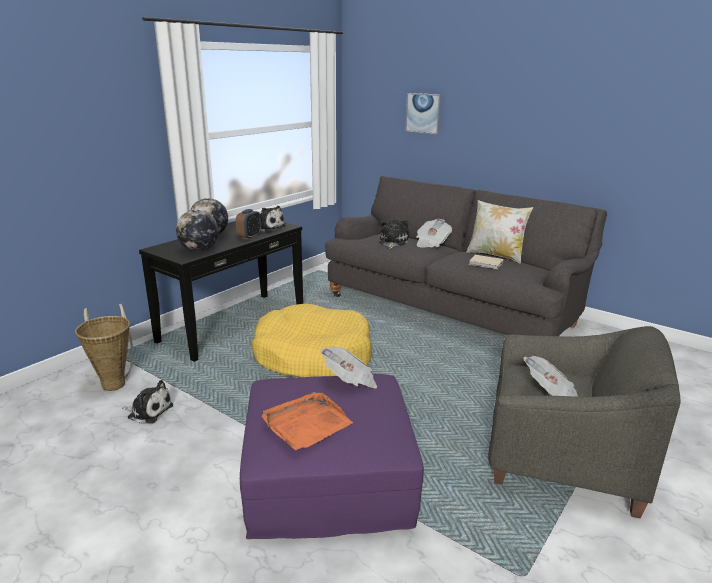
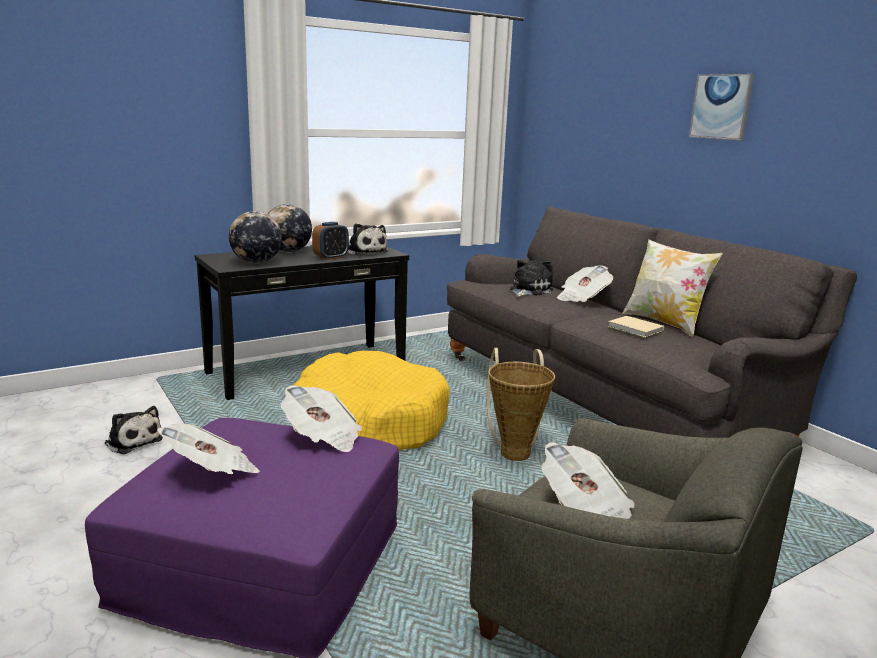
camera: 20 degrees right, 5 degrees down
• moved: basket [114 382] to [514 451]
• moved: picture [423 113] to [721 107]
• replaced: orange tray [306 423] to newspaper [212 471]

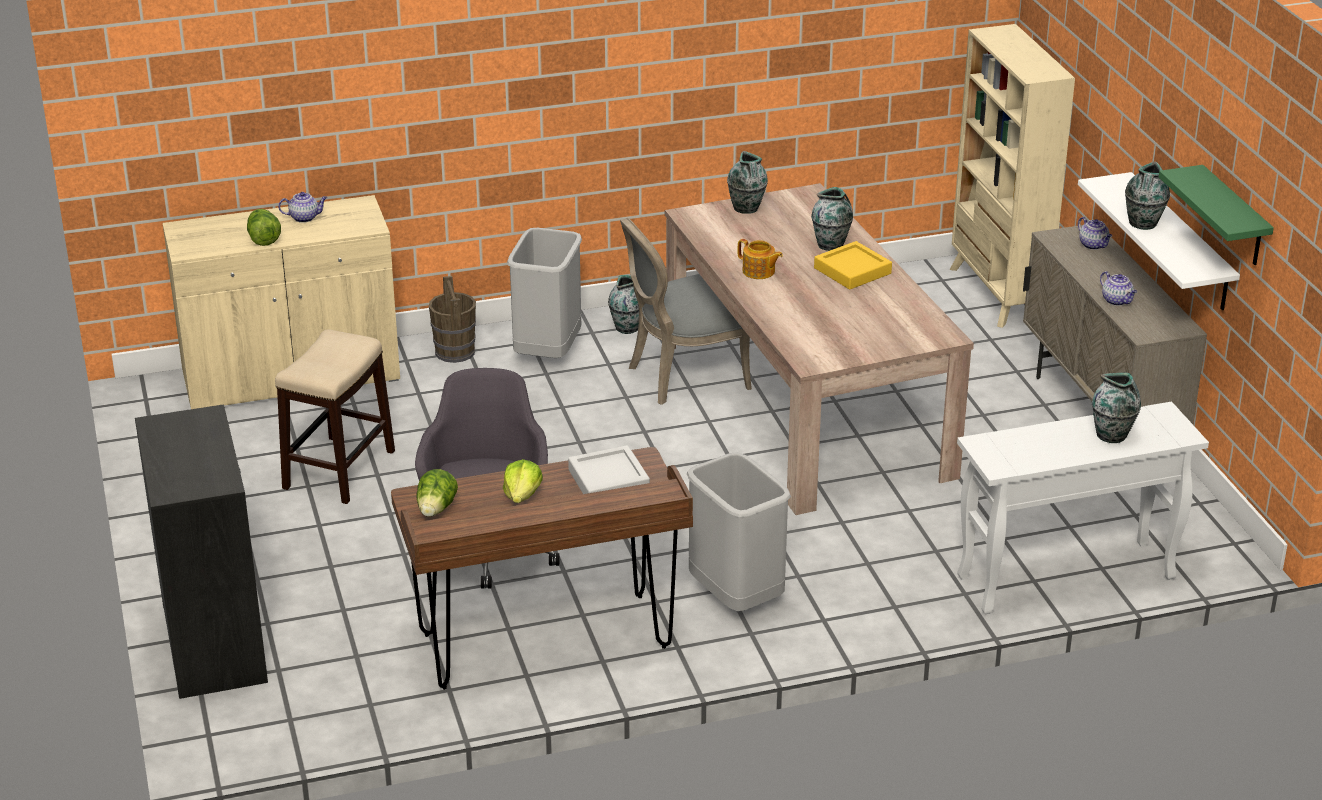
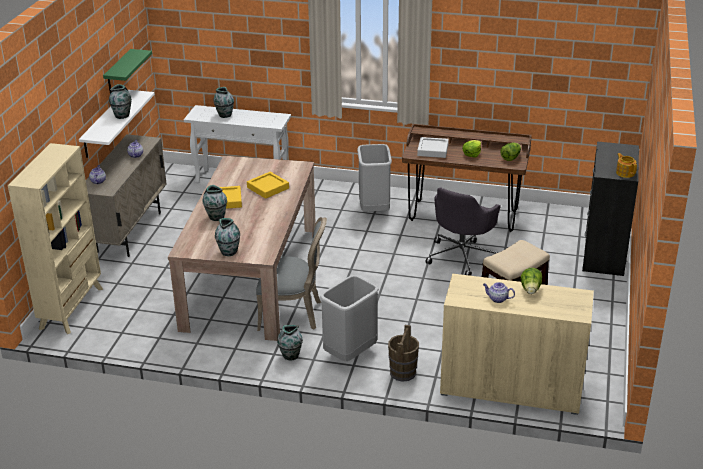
camera: 150 degrees left, 0 degrees up
• added: yellow tray [268 188]
• moved: teapot [759 272] to [625 173]

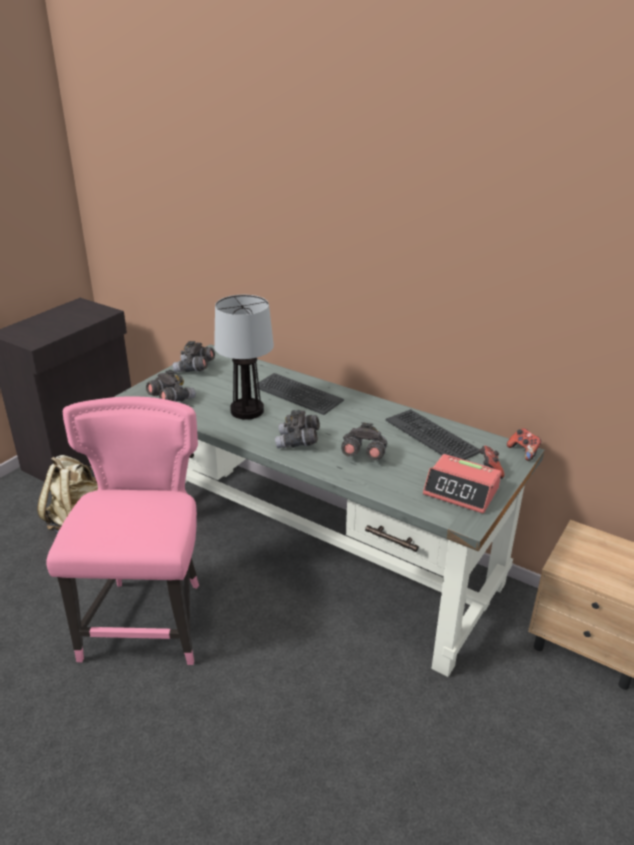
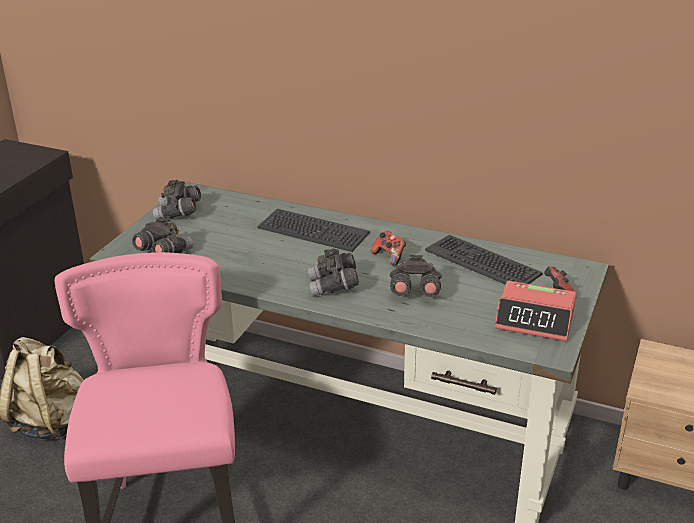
camera: 10 degrees left, 0 degrees up
• removed: table lamp [247 411]
• moved: game controller [523 452] to [389 257]

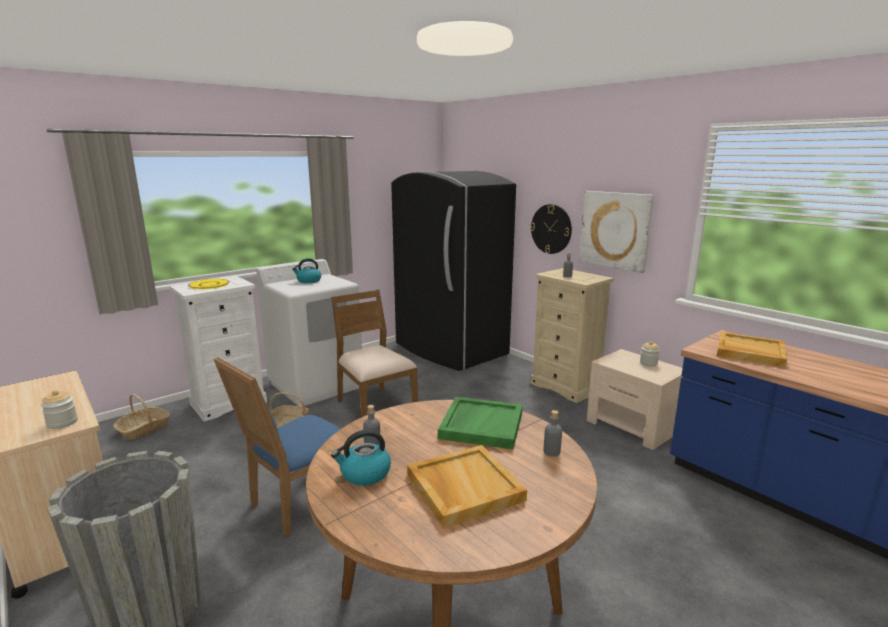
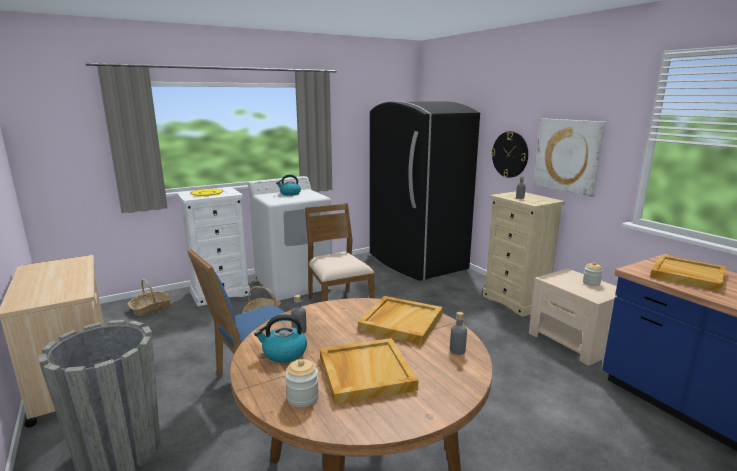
camera: 10 degrees right, 0 degrees up
• moved: jar [62 423] to [302 397]
• recoloured: green tray [481 425] to beige tray [400 322]

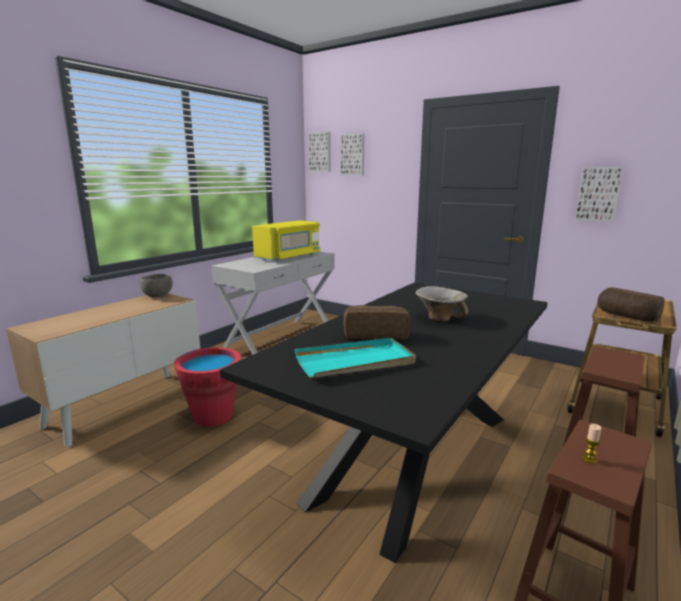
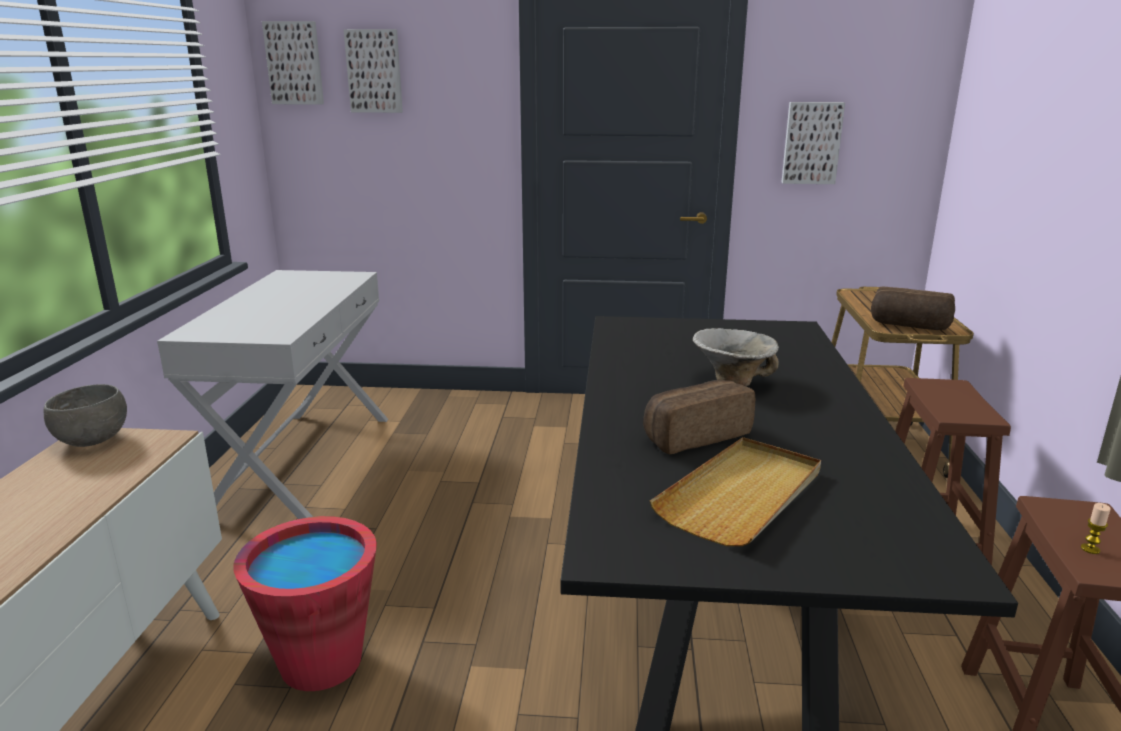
camera: 30 degrees left, 5 degrees up
• removed: yellow microwave [289 257]
• recoloured: turquoise tray [355 362] to beige tray [742 495]

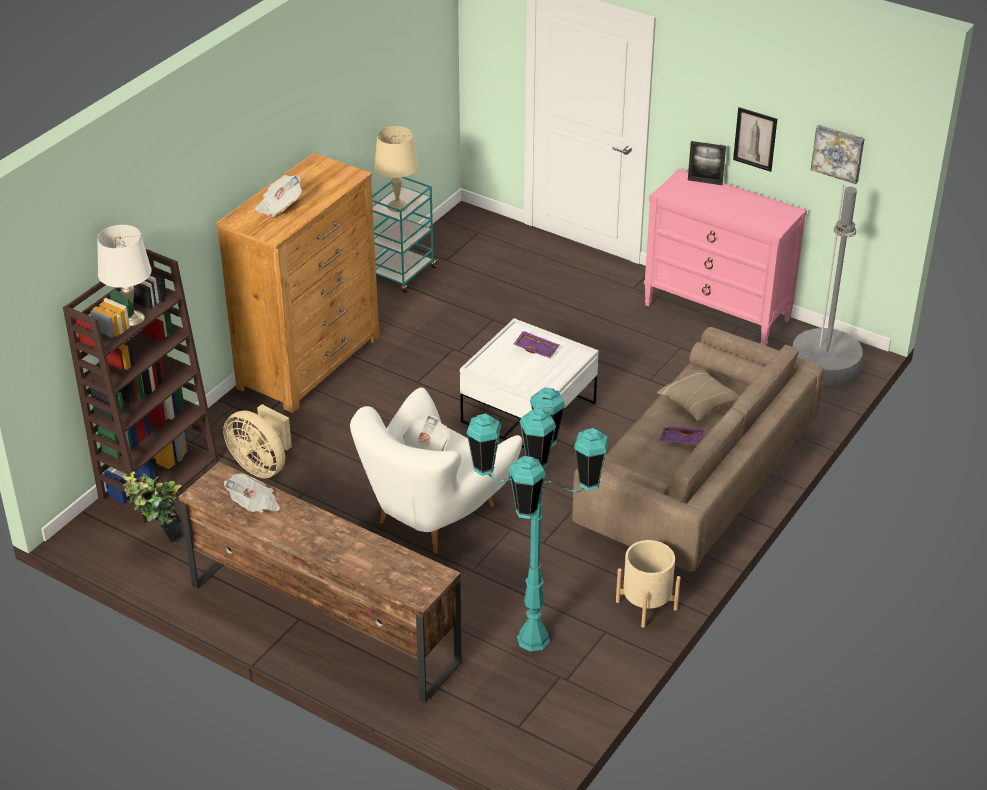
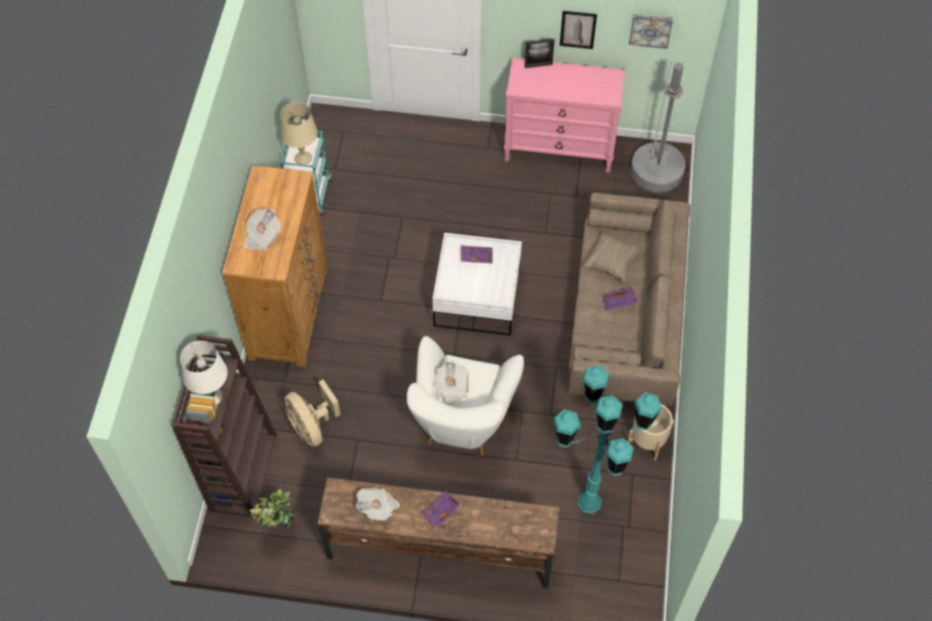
camera: 25 degrees left, 20 degrees up
• added: purple tray [440 511]
• turned: beige fan [261 466] = [312 427] 45 degrees clockwise

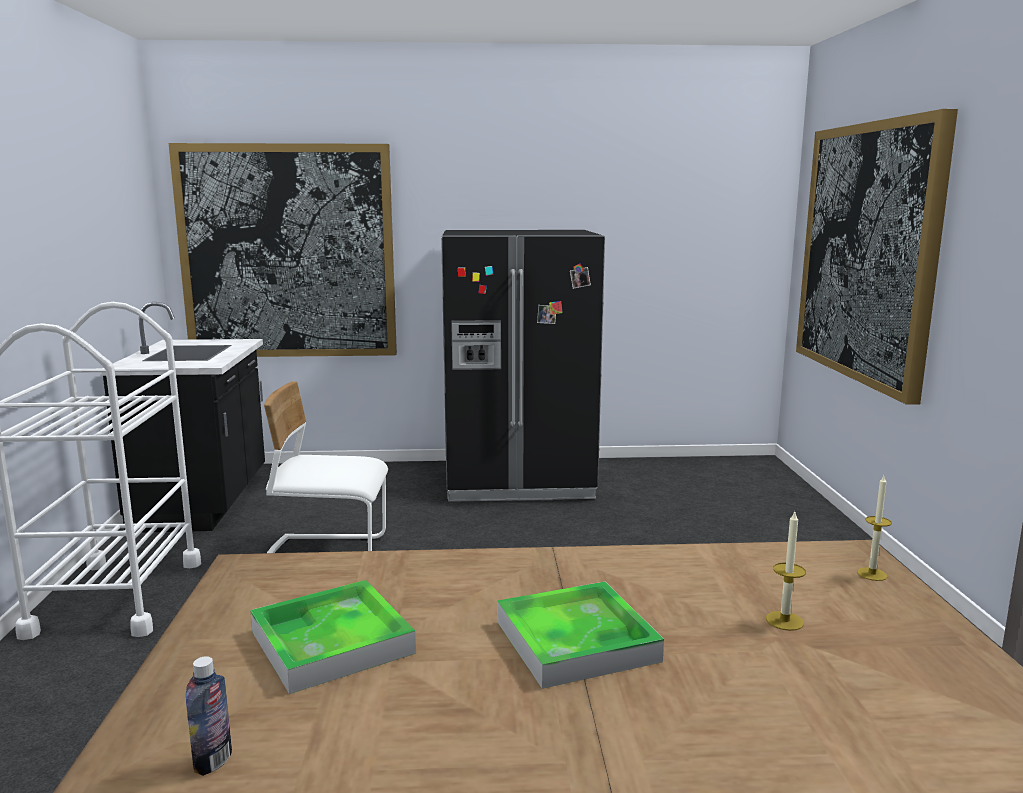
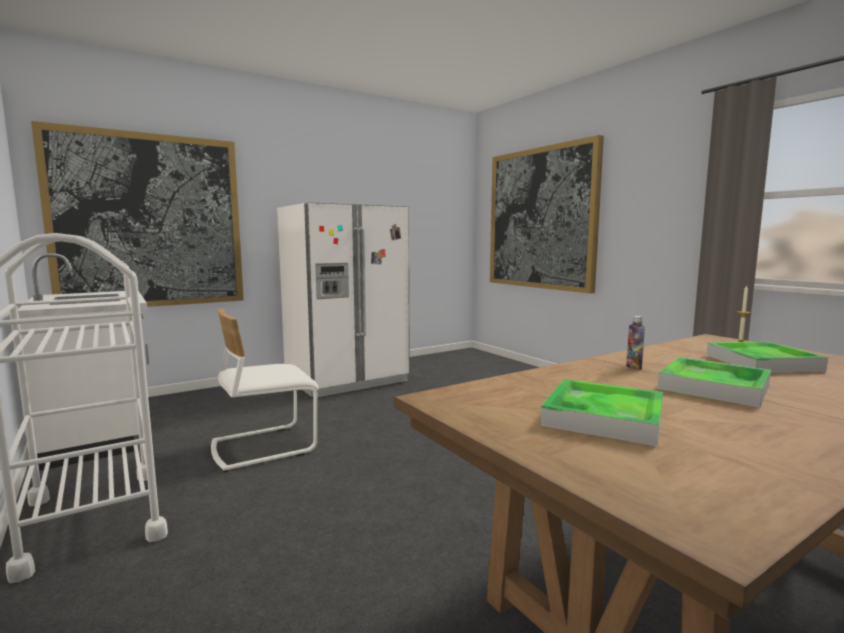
camera: 30 degrees left, 5 degrees down
• moved: bottle [213 761] to [633 367]
• replaced: candle [784 621] to tray [762 362]
• recoloured: black counter [204 503] to white counter [101 434]
• recoloured: black fridge [518 481] to white fridge [346 380]

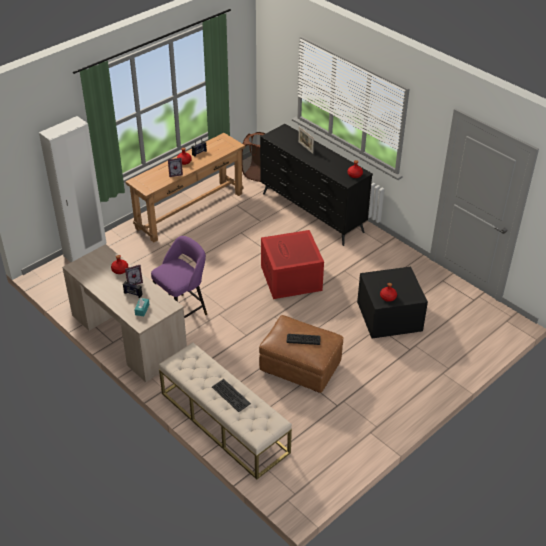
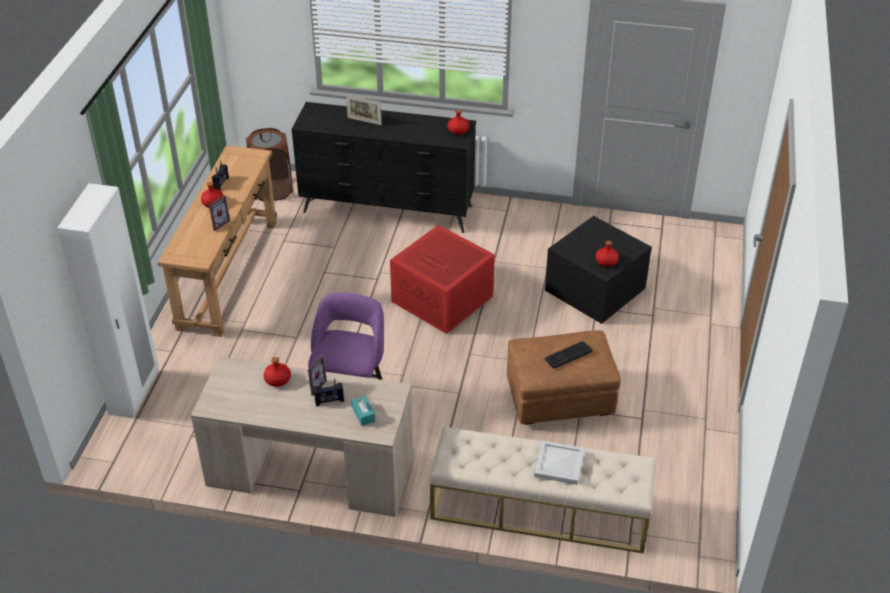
camera: 35 degrees left, 0 degrees up
• replaced: keyboard [230 395] to white tray [558 464]

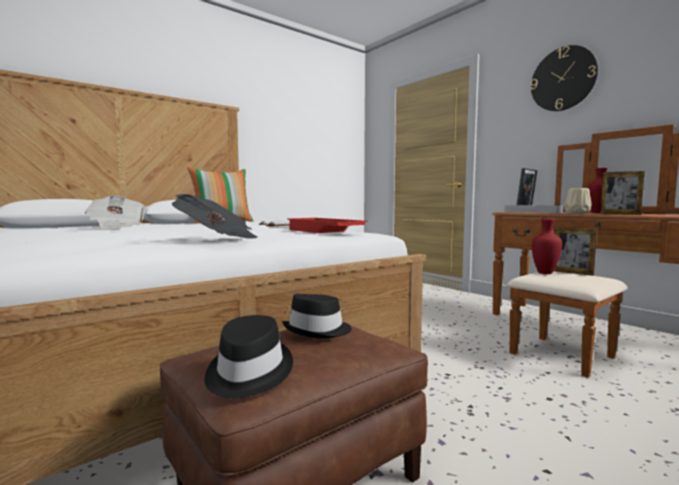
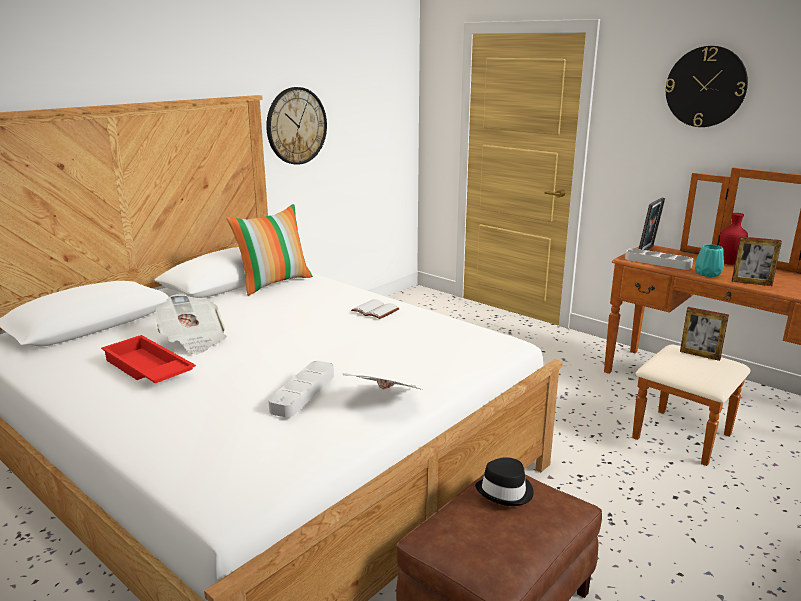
camera: 10 degrees left, 15 degrees up
• removed: black hat [247 372]
• removed: red vase [544 273]
• added: wall clock [296 126]
• added: grey tray [303 392]
• moved: red tray [323 231] to [146 369]
• recoloured: beige vase [576 213] to turquoise vase [707 274]

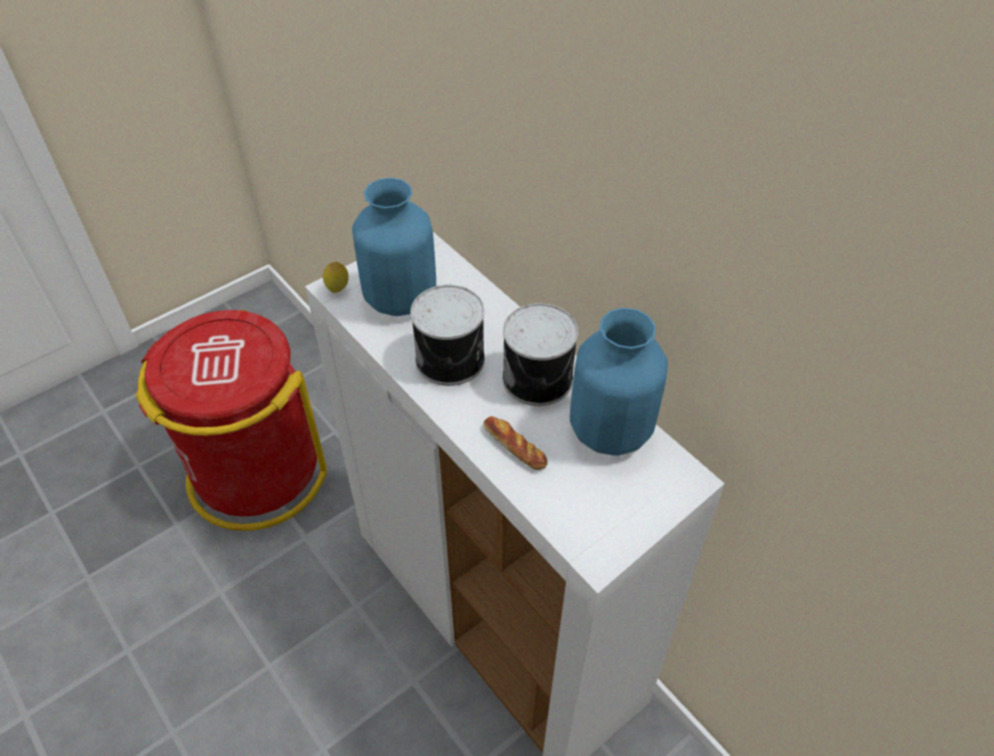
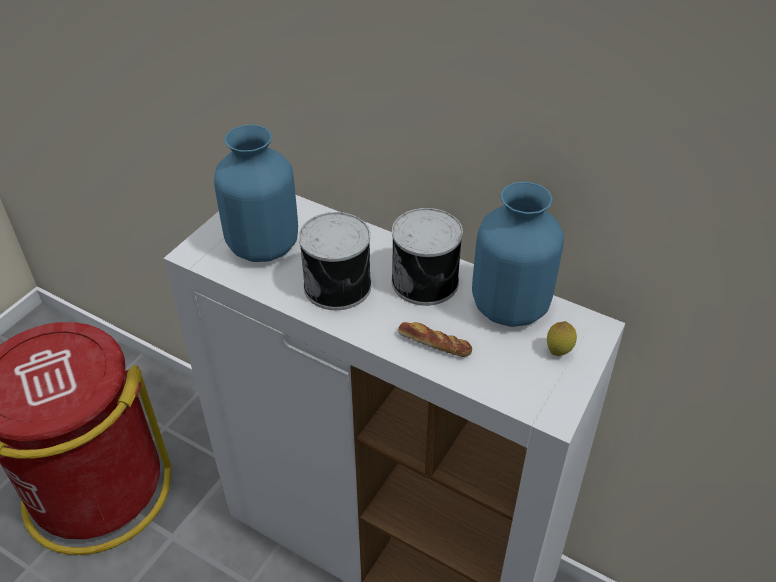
camera: 20 degrees left, 5 degrees down
• moved: lemon [338 290] to [558 352]

